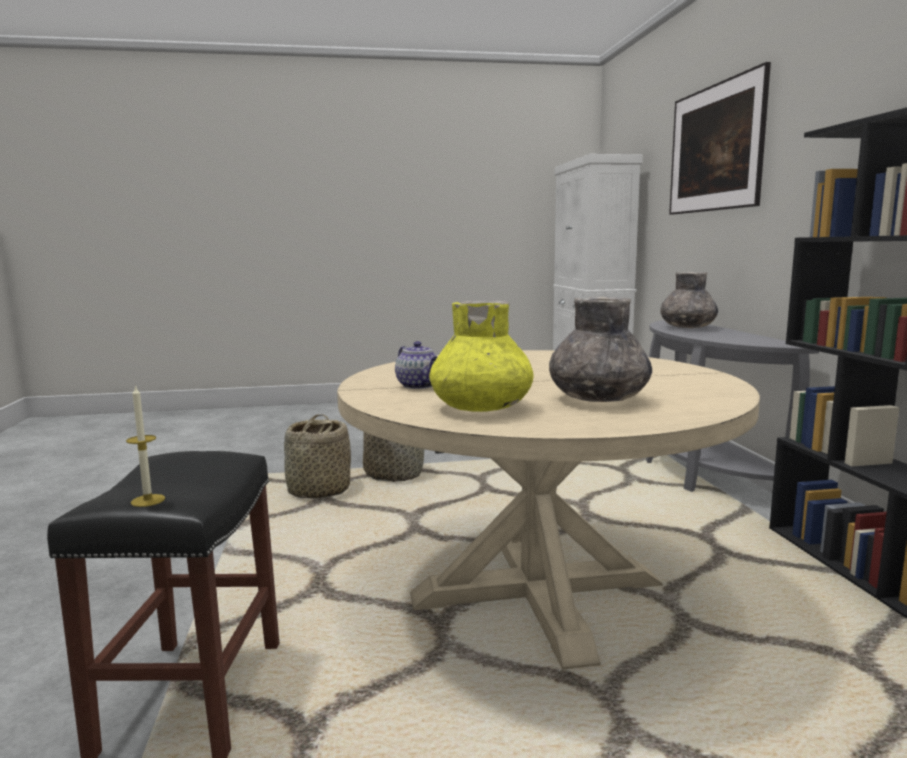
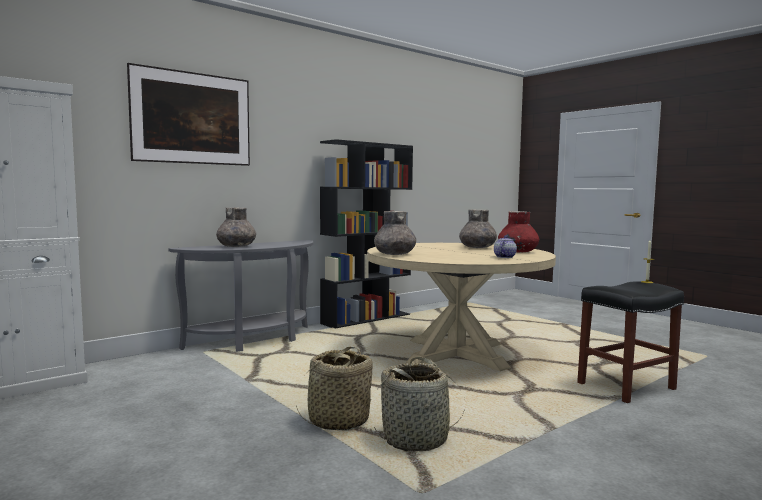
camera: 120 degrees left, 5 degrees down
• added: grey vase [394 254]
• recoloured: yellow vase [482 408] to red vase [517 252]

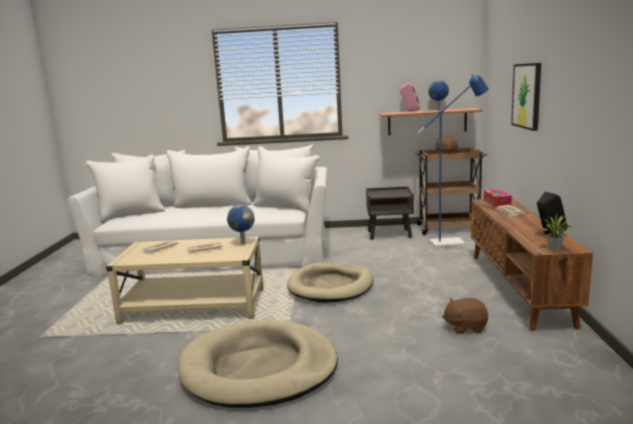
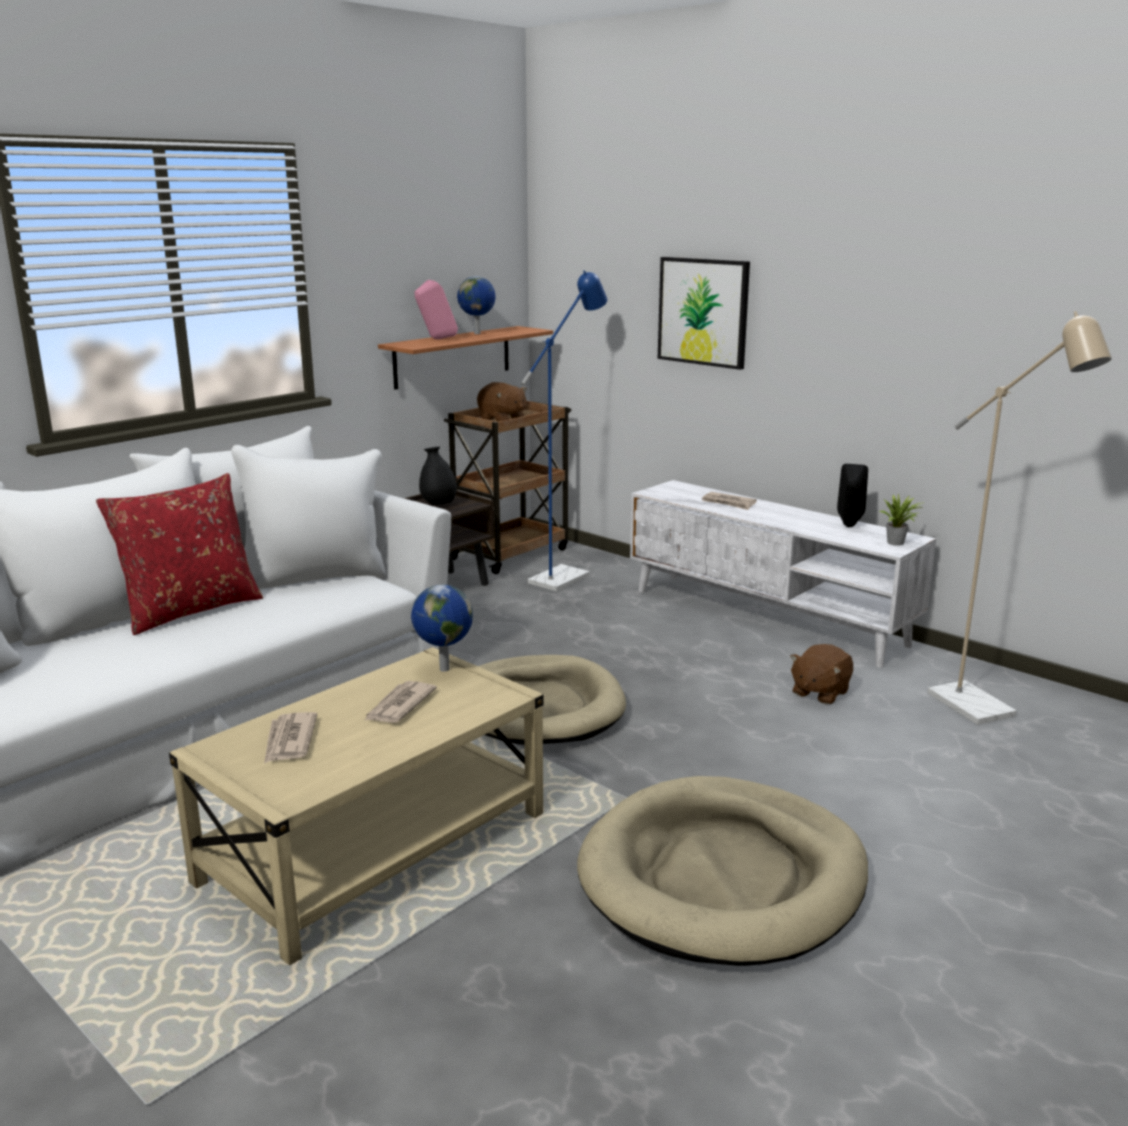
camera: 50 degrees left, 5 degrees up
• removed: tissue box [497 203]
• added: red pillow [190 609]
• added: black vase [438 504]
• added: beige floor lamp [981 711]
• recoloured: brown tv stand [518 287] to white tv stand [767 617]

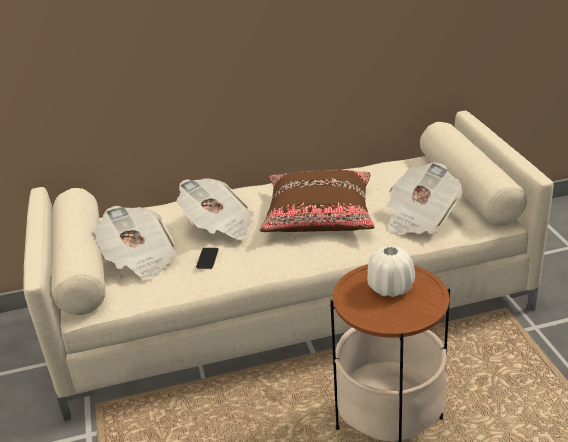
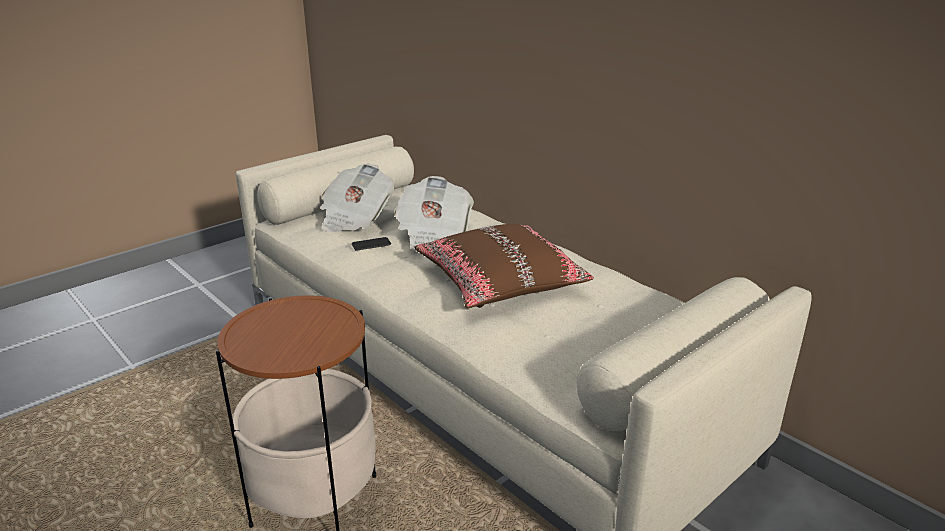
camera: 60 degrees right, 5 degrees down
• removed: white vase [390 288]
• removed: newspaper [419 217]

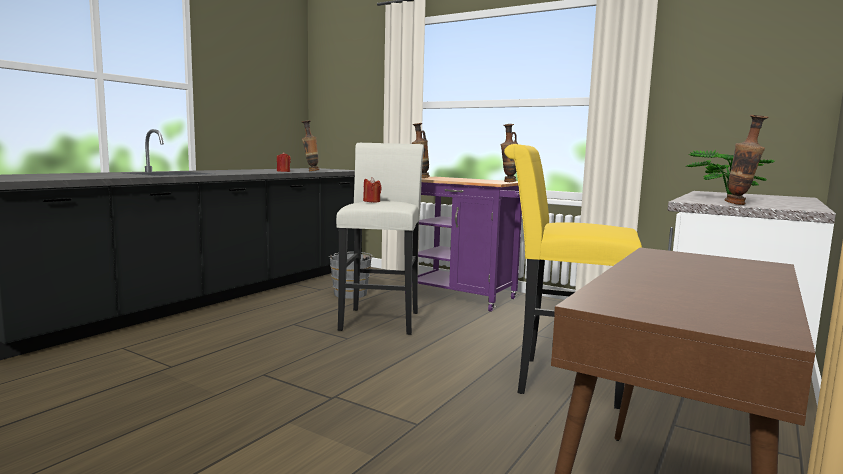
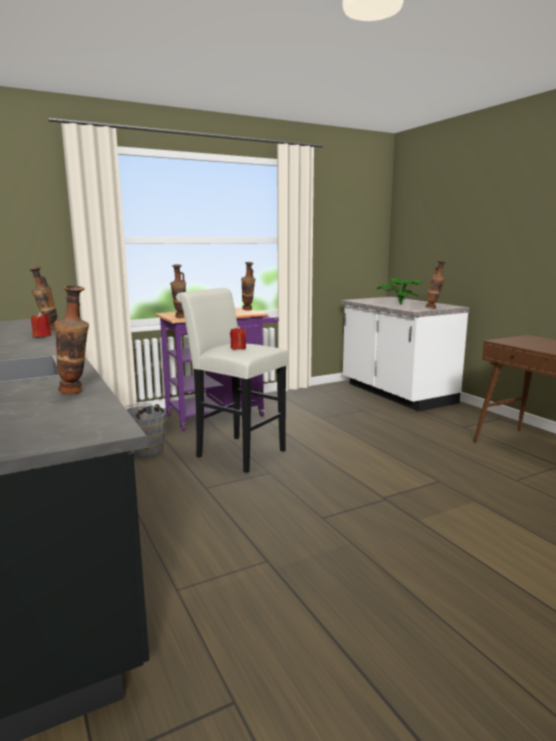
camera: 60 degrees left, 5 degrees up
• removed: yellow stool [559 380]
• added: vase [76 392]

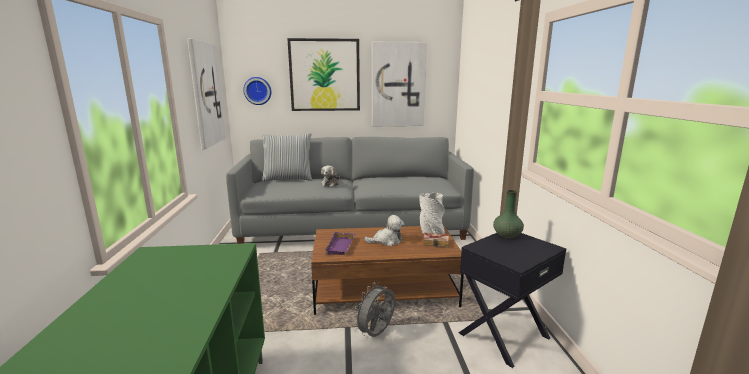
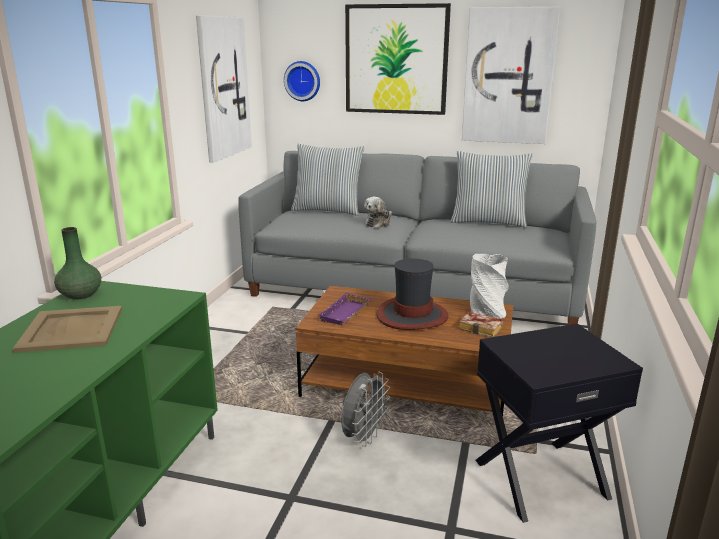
camera: 20 degrees right, 5 degrees up
• added: beige tray [72 329]
• added: pillow [488 221]
• moved: green vase [507 235] to [80 295]
• replaced: plush toy [386 241] to hat [411 315]
• turned: grey fan [376 334] = [363 437] 150 degrees clockwise

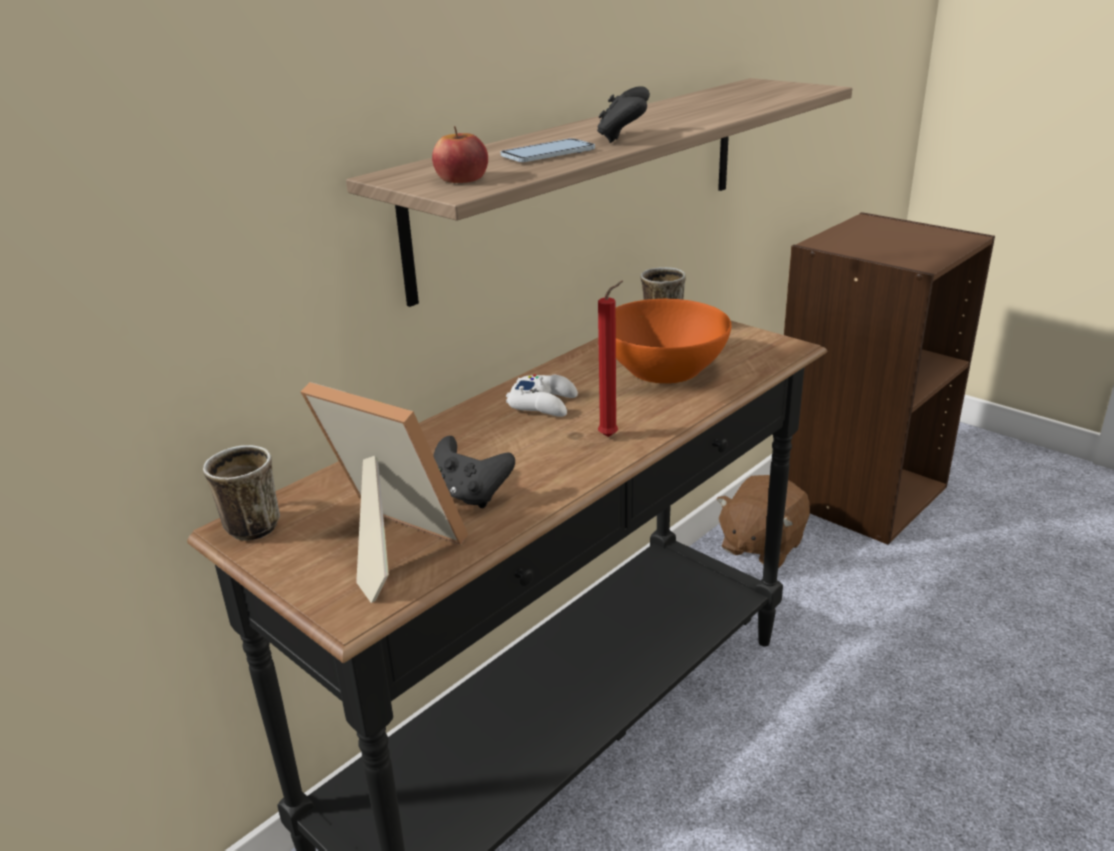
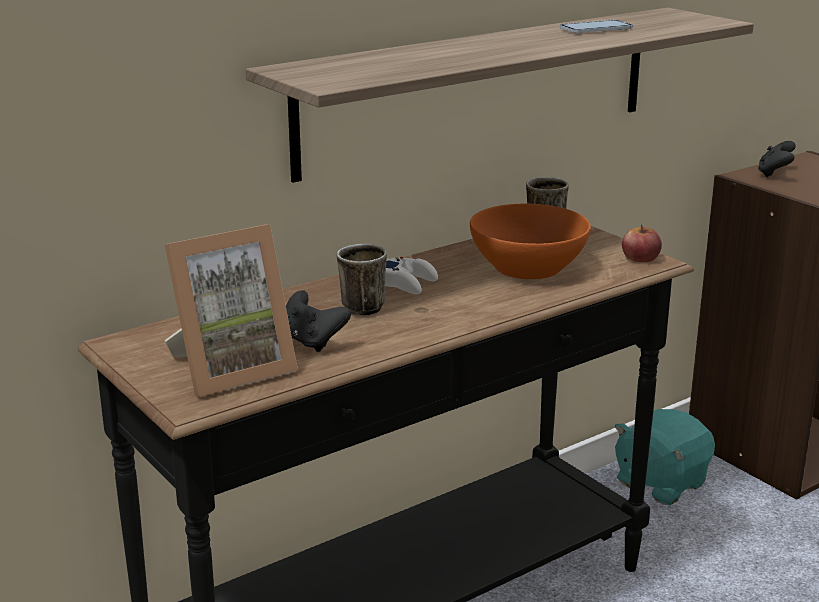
camera: 10 degrees right, 5 degrees down
• removed: red candle [611 436]
• moved: mug [246 525] to [358 306]
• moved: apple [462 179] to [640 258]
• moved: phone [548 153] to [595 29]
• moved: black game controller [623 138] to [774 174]
• recoloured: brown plush toy [761 545] to turquoise plush toy [660 483]
• turned: picture frame [386 548] = [230 369] 105 degrees clockwise

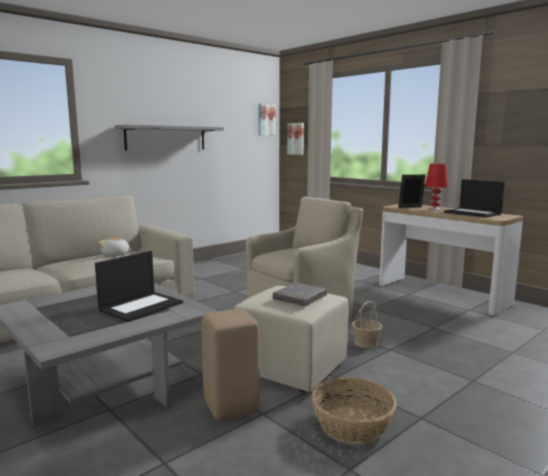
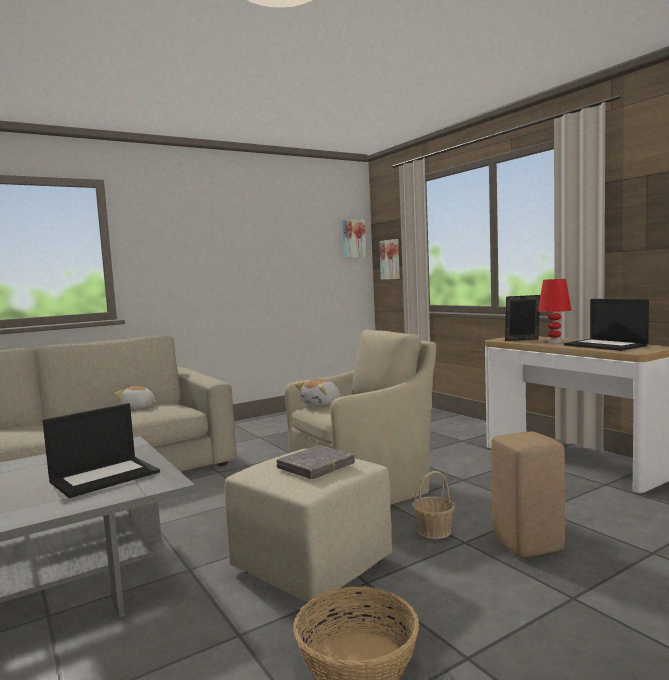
camera: 10 degrees right, 5 degrees down
• removed: grey shelf [166 138]
• added: plush toy [321 404]
• moved: beige stool [232 407] to [529 545]

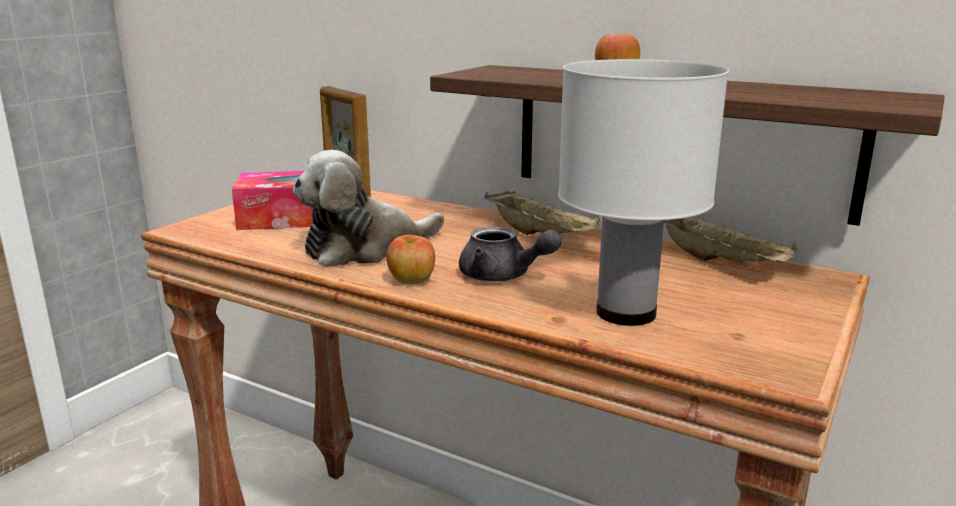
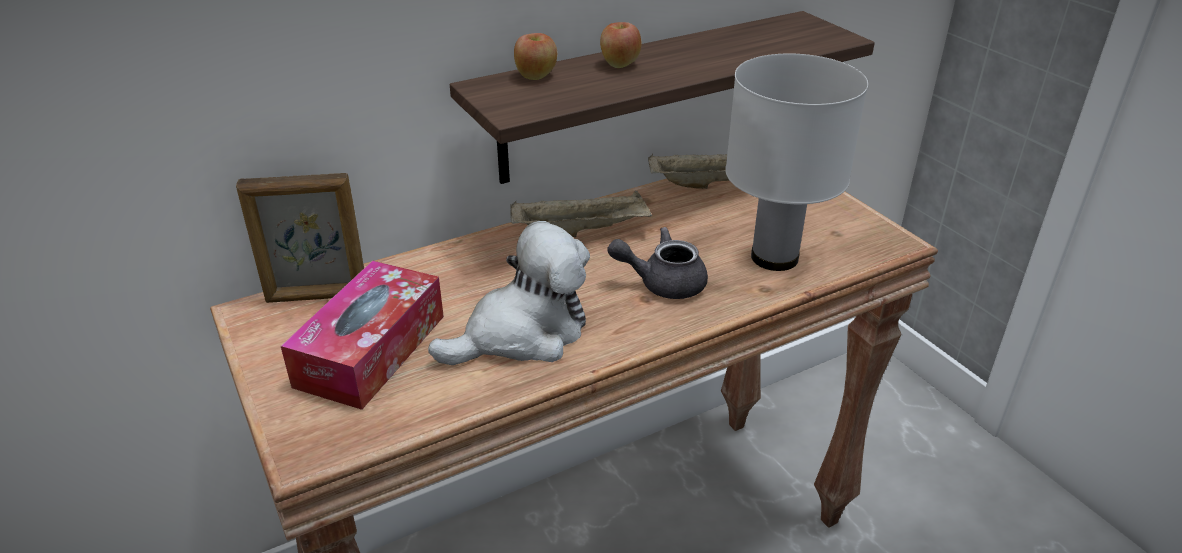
camera: 60 degrees left, 15 degrees up
• moved: apple [411 281] to [536 77]
• turned: plush toy [365 249] = [523 334] 120 degrees counterclockwise
• turned: grey teapot [503 276] = [662 283] 150 degrees counterclockwise

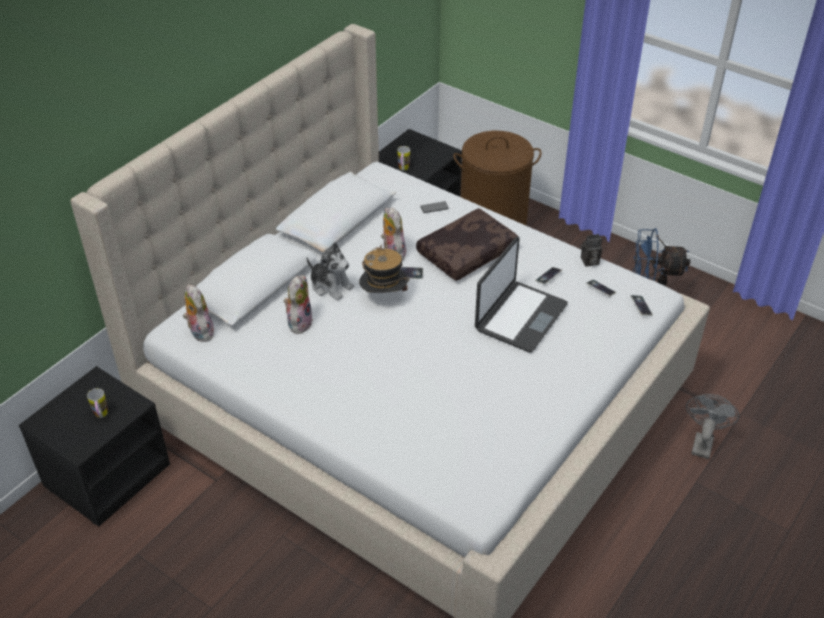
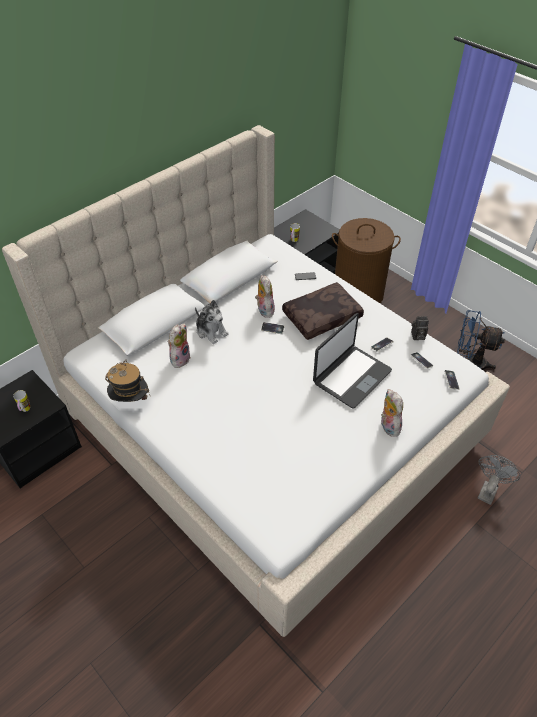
camera: 10 degrees right, 5 degrees up
• moved: plush toy [200 332] to [388 426]
• moved: hat [384 298] to [130 401]

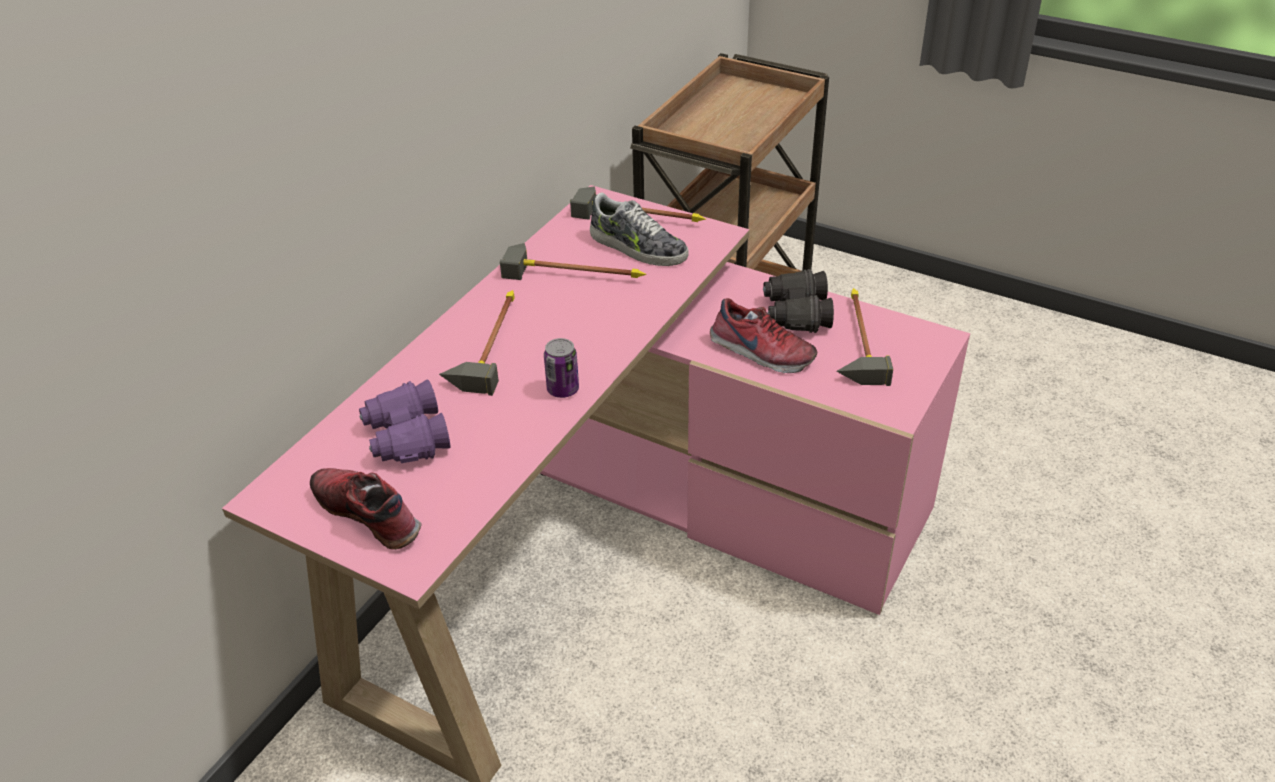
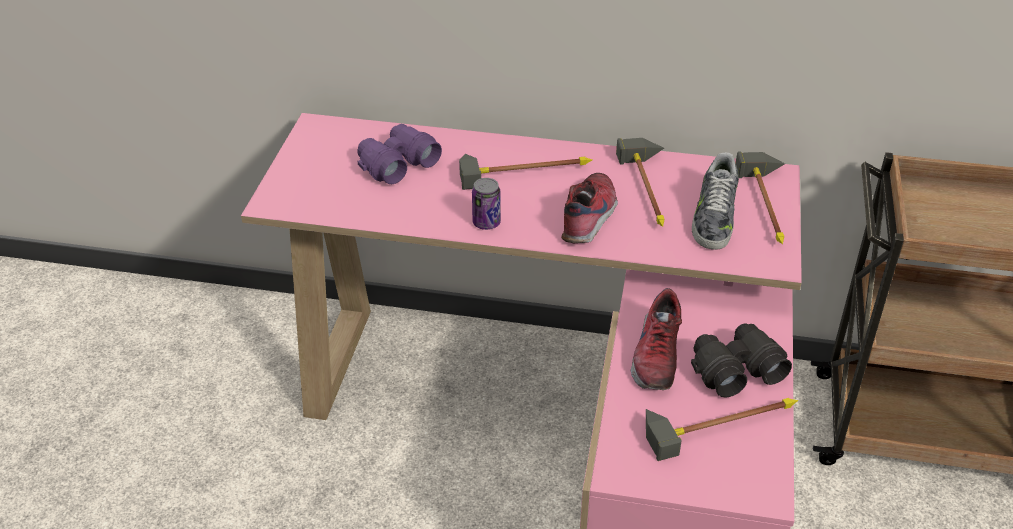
camera: 70 degrees right, 0 degrees up
• moved: shoe [369 513] to [590 217]

